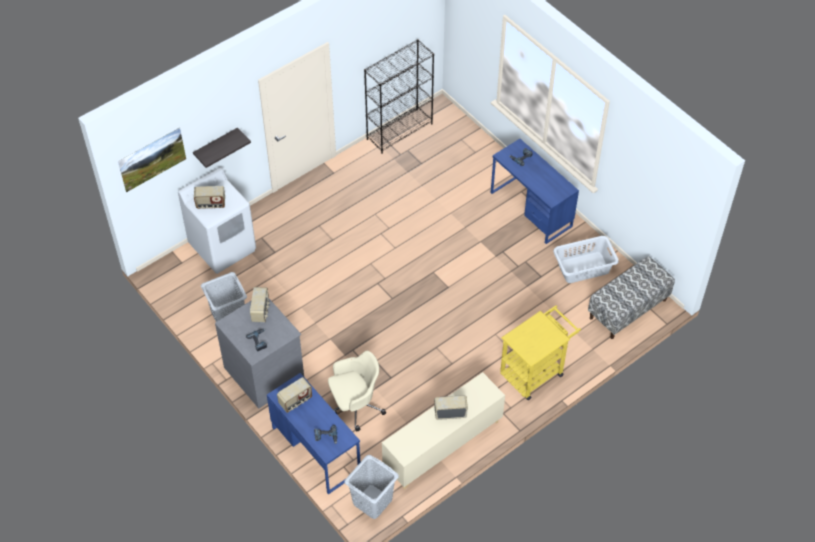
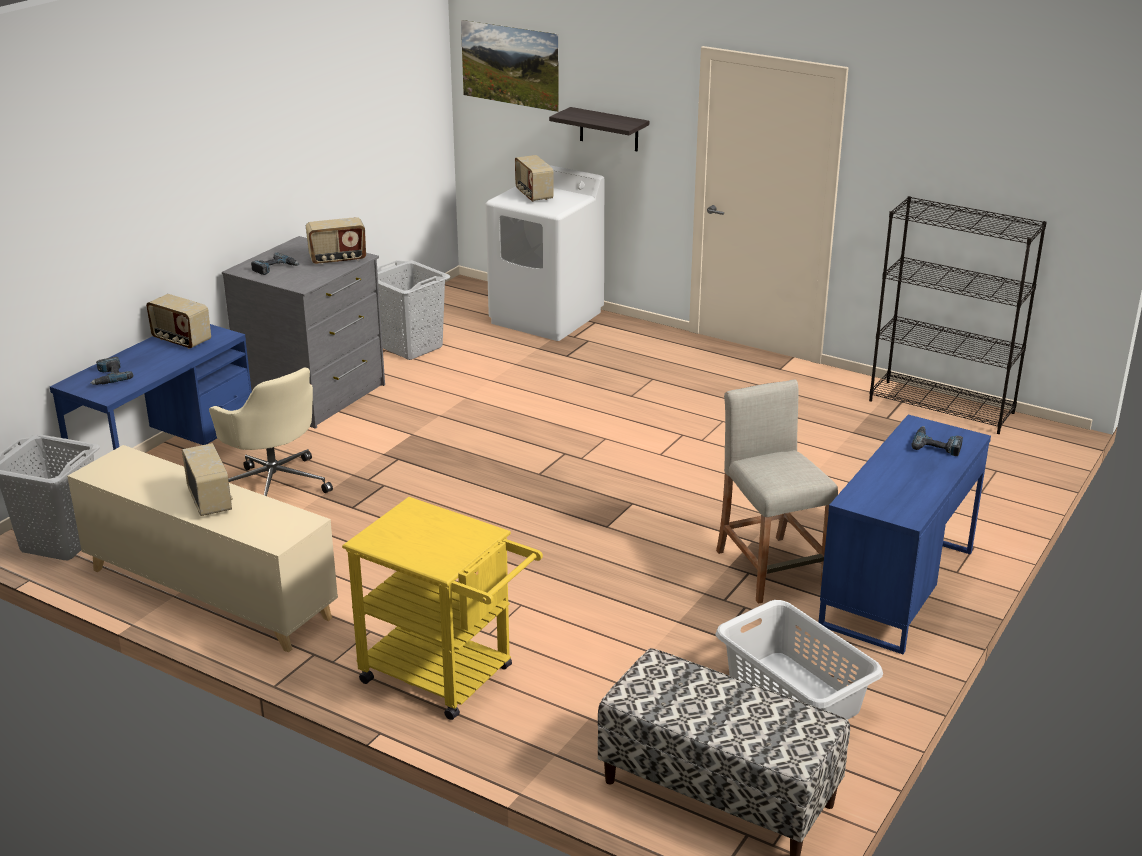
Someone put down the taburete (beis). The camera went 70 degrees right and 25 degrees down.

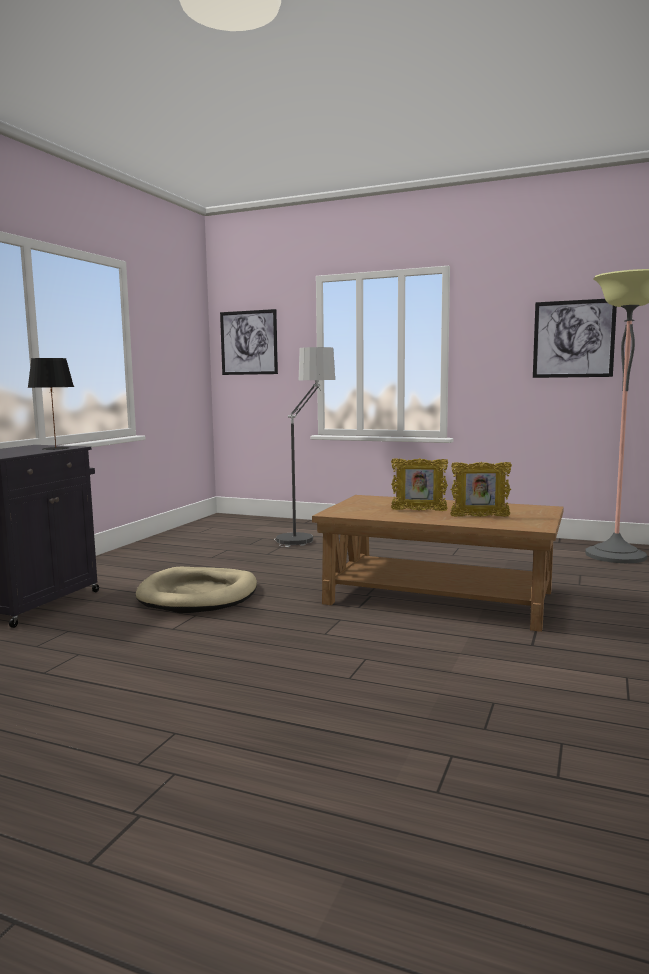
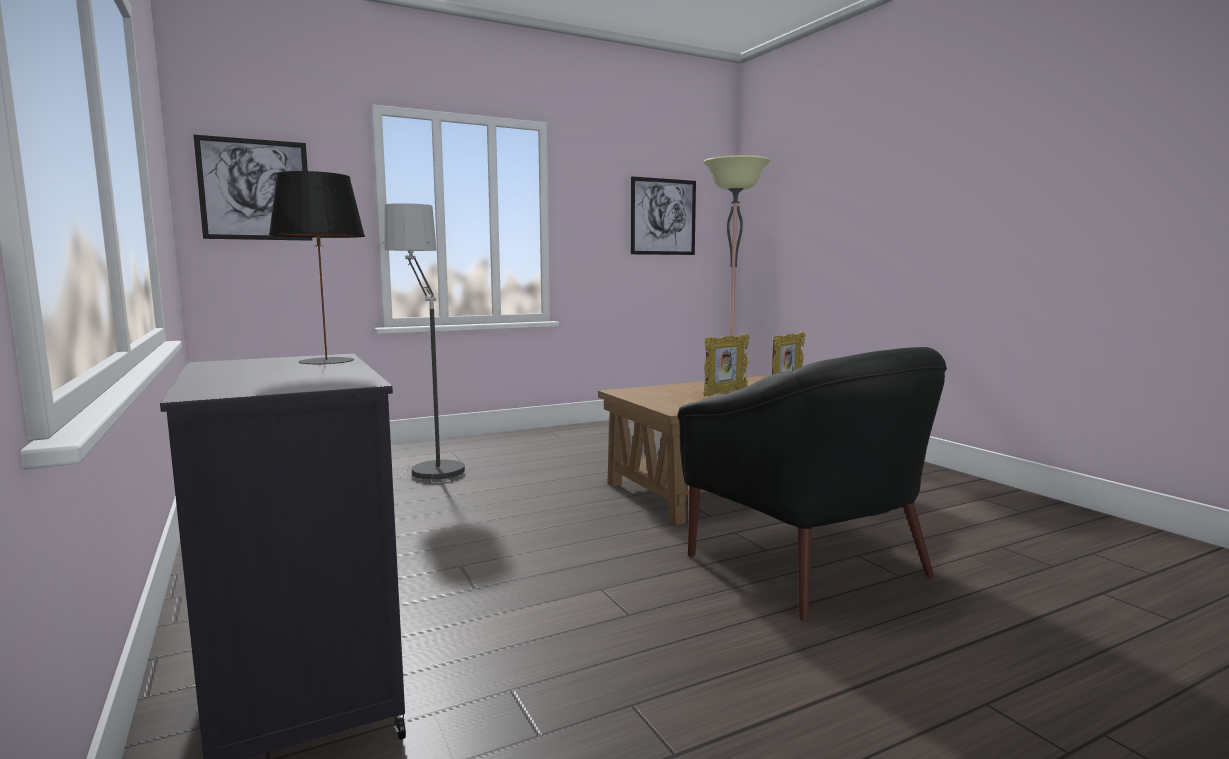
Someone put down the sillón (negro). Someone took away the cama para perro (beis). The camera went 50 degrees left and 0 degrees up.

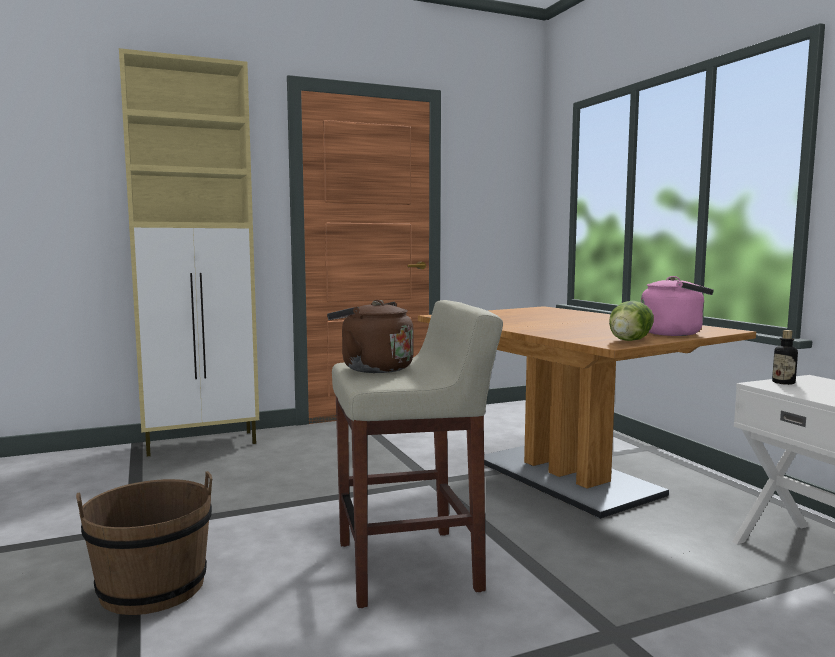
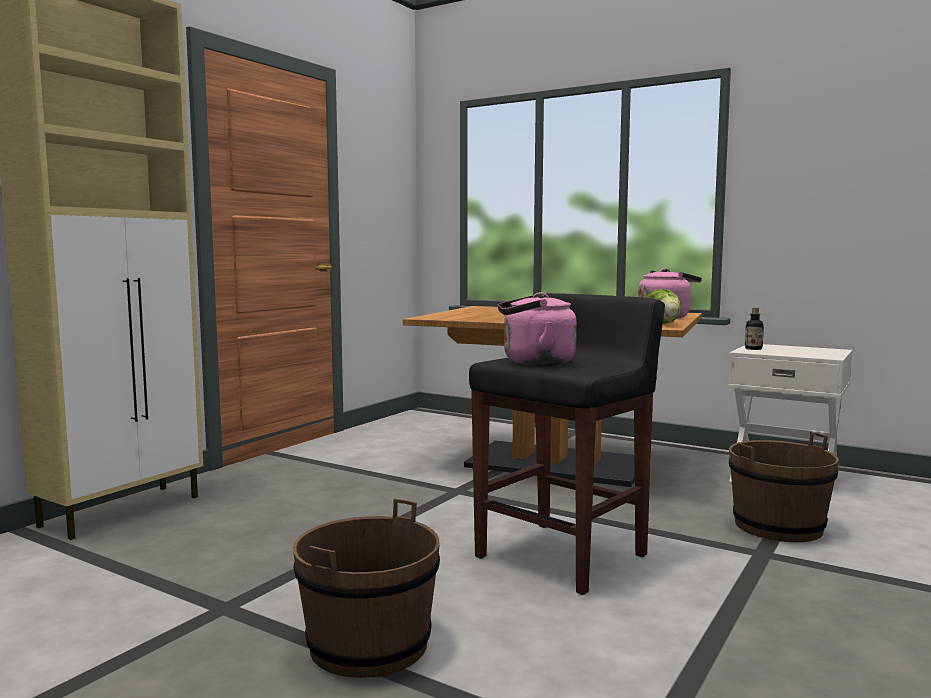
Someone repainted the taburete (beis), which became the taburete (negro). Someone repainted the hervidor (marrón), which became the hervidor (rosa) (no. 1 from left). Someone put down the cubo (marrón) (no. 2 from left). The camera went 35 degrees left and 0 degrees up.

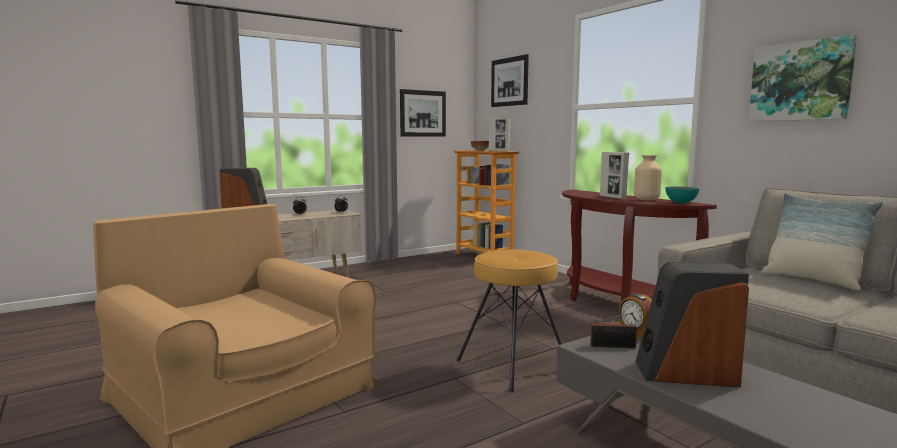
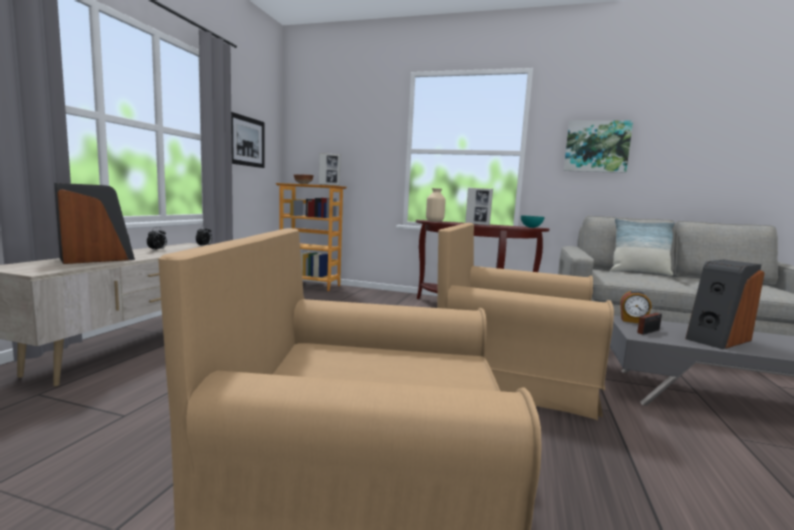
Someone carried the florero (beis). Someone swapped the taburete (marrón) for the sillón (marrón) (no. 2 from left). Someone took away the cuadro (no. 2 from left). The camera went 40 degrees left and 0 degrees up.

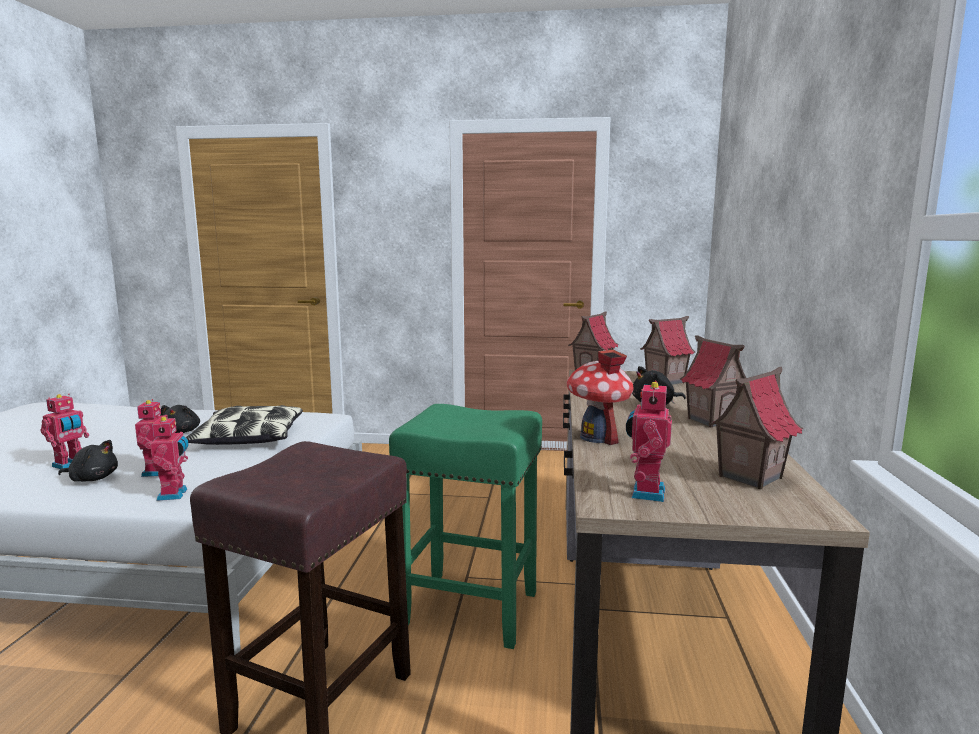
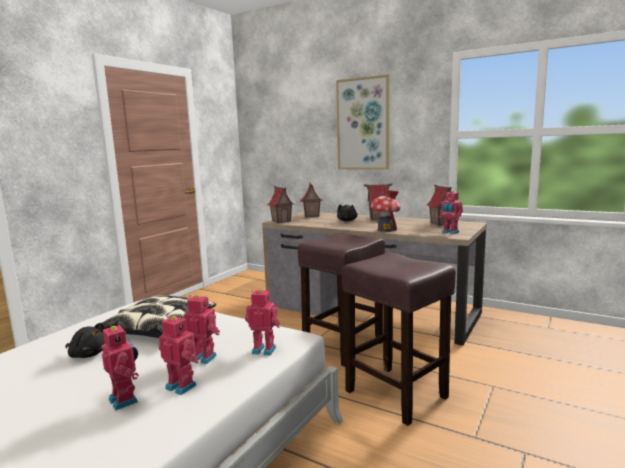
Someone swapped the peluche (negro) (no. 1 from left) for the robot de juguete (no. 2 from left). Someone repainted the taburete (verde), which became the taburete (marrón) (no. 1 from left). Someone put up the cuadro. The camera went 65 degrees left and 0 degrees up.

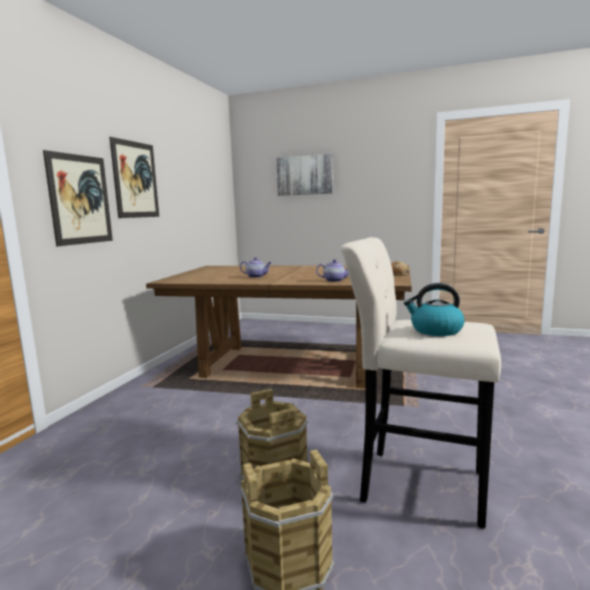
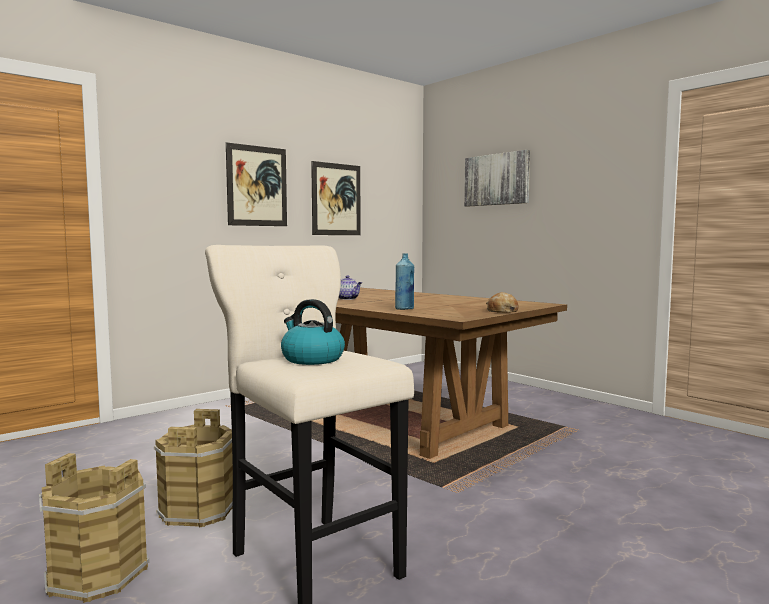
Someone carried the cuadro (no. 1 from left in the first image). Someone swapped the tetera (no. 2 from left) for the botella (azul). The camera went 30 degrees right and 5 degrees down.

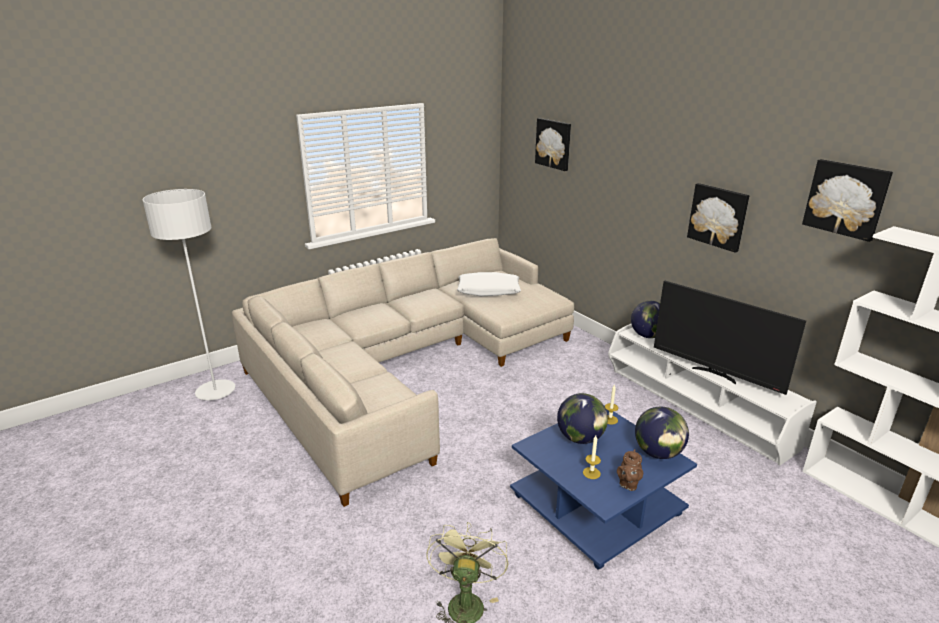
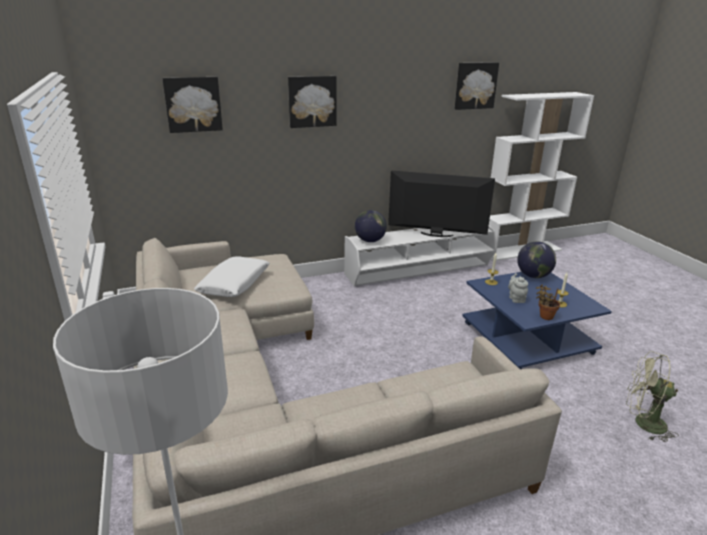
Someone carried the cuadro (no. 2 from left). Someone rotated the televisor by 135 degrees counterclockwise. Someone swapped the globo terráqueo (no. 1 from left) for the tetera (gris). Someone put down the planta en maceta. Someone took away the tetera (marrón). The camera went 75 degrees left and 0 degrees up.

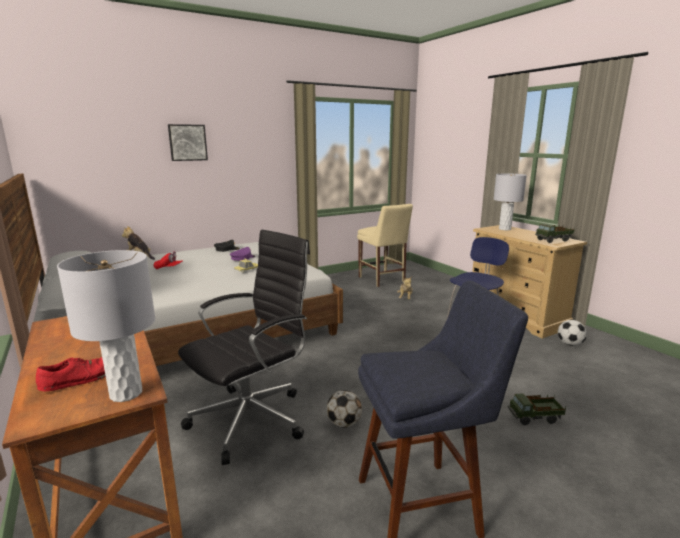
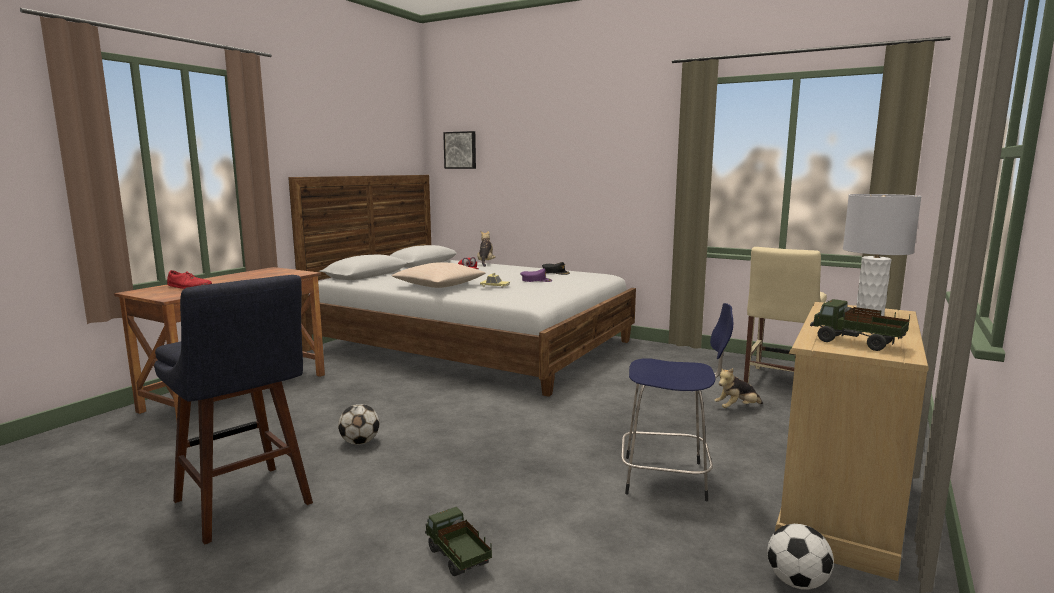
Someone put down the cojín (beis). Someone carried the cuadro. Someone took away the lámpara de mesa (gris) (no. 1 from left). Someone took away the silla de oficina (negro). The camera went 60 degrees right and 5 degrees down.

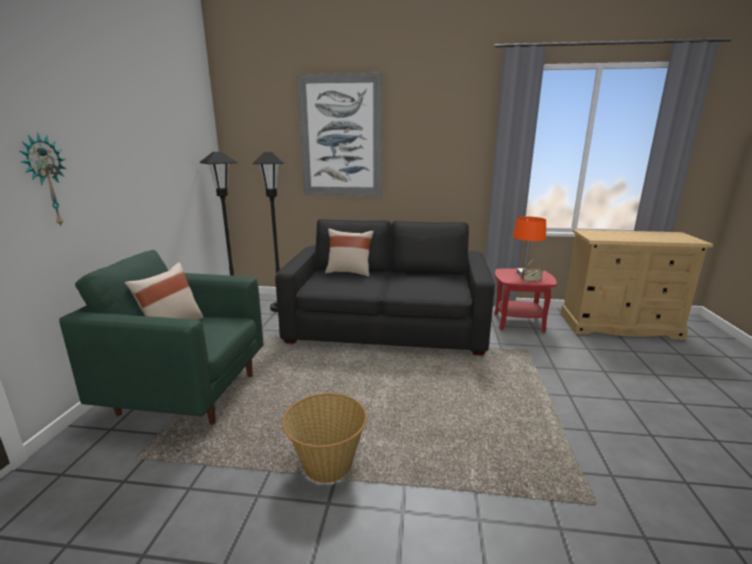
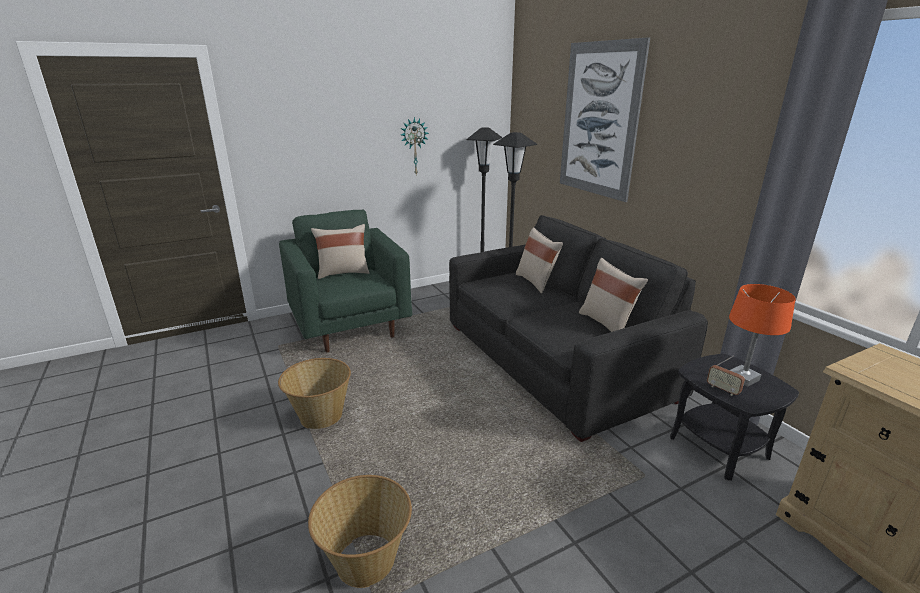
Someone put down the cesta (no. 2 from left). Someone carried the reloj de pared. Someone put down the cojín (beis) (no. 3 from left). Someone repainted the mesa auxiliar (rojo), which became the mesa auxiliar (negro). The camera went 55 degrees right and 5 degrees up.

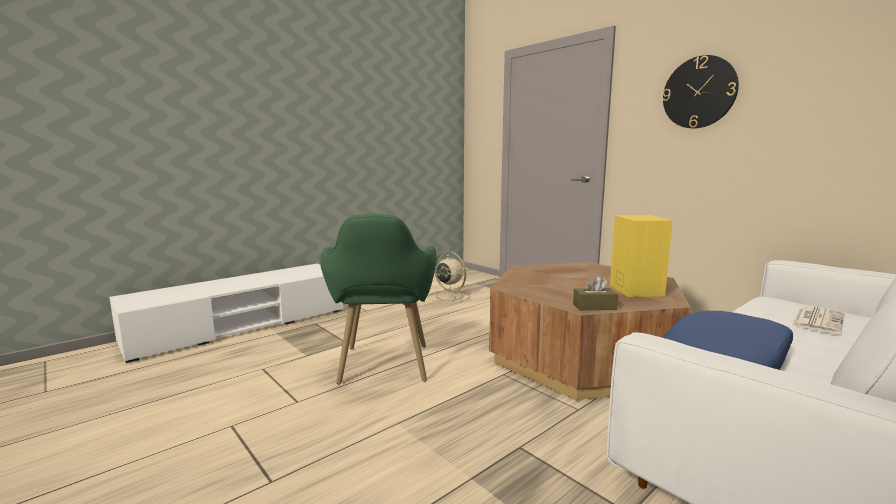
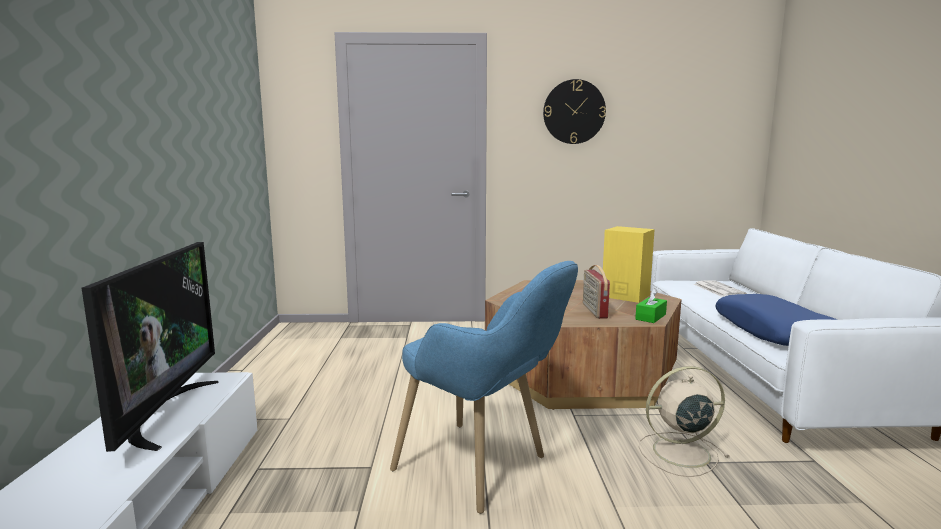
Someone put down the televisor. Someone repainted the sillón (verde), which became the sillón (azul). Someone put down the radio. Someone repainted the caja de pañuelos (marrón), which became the caja de pañuelos (verde). Someone carried the ventilador (beis). The camera went 50 degrees left and 0 degrees up.

